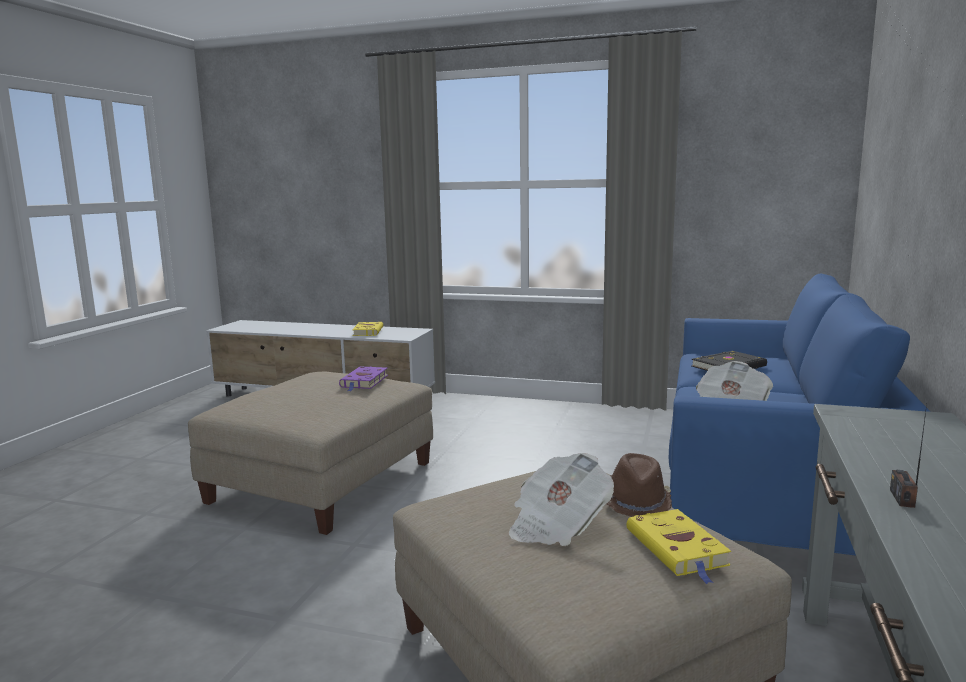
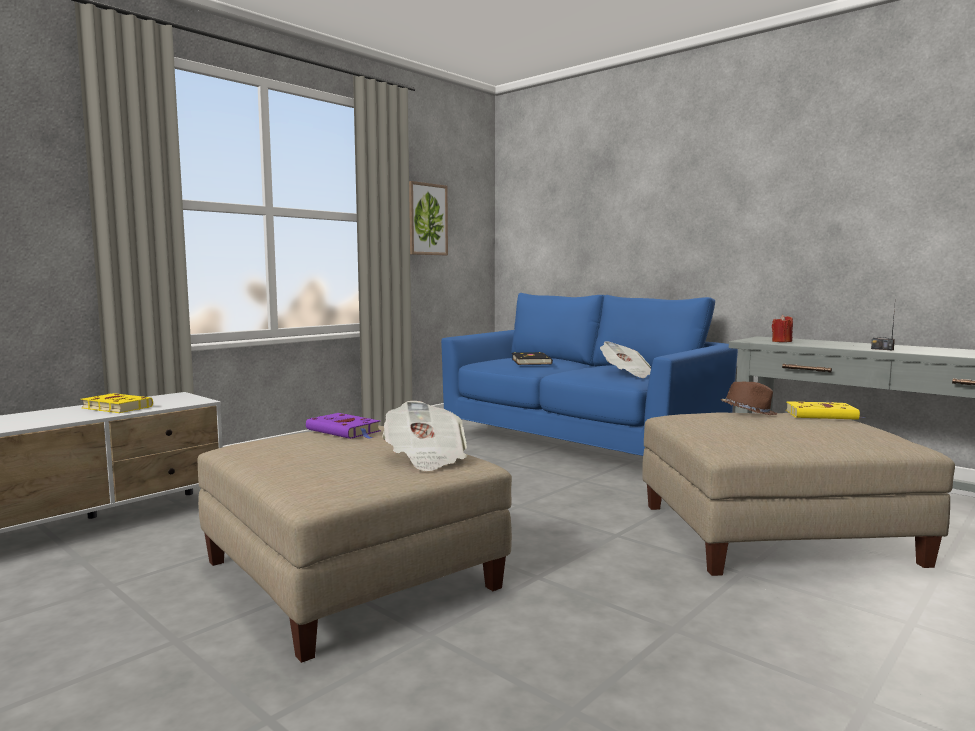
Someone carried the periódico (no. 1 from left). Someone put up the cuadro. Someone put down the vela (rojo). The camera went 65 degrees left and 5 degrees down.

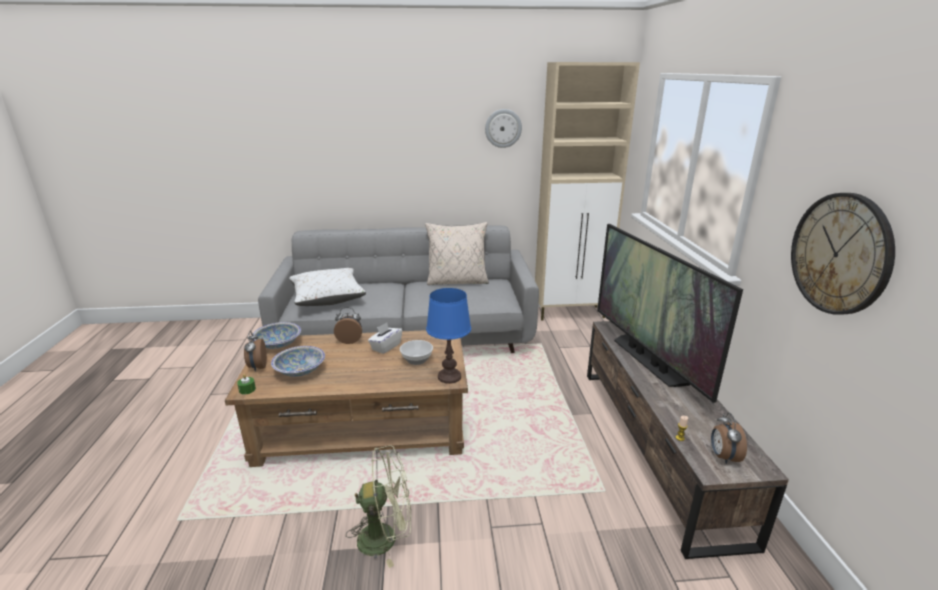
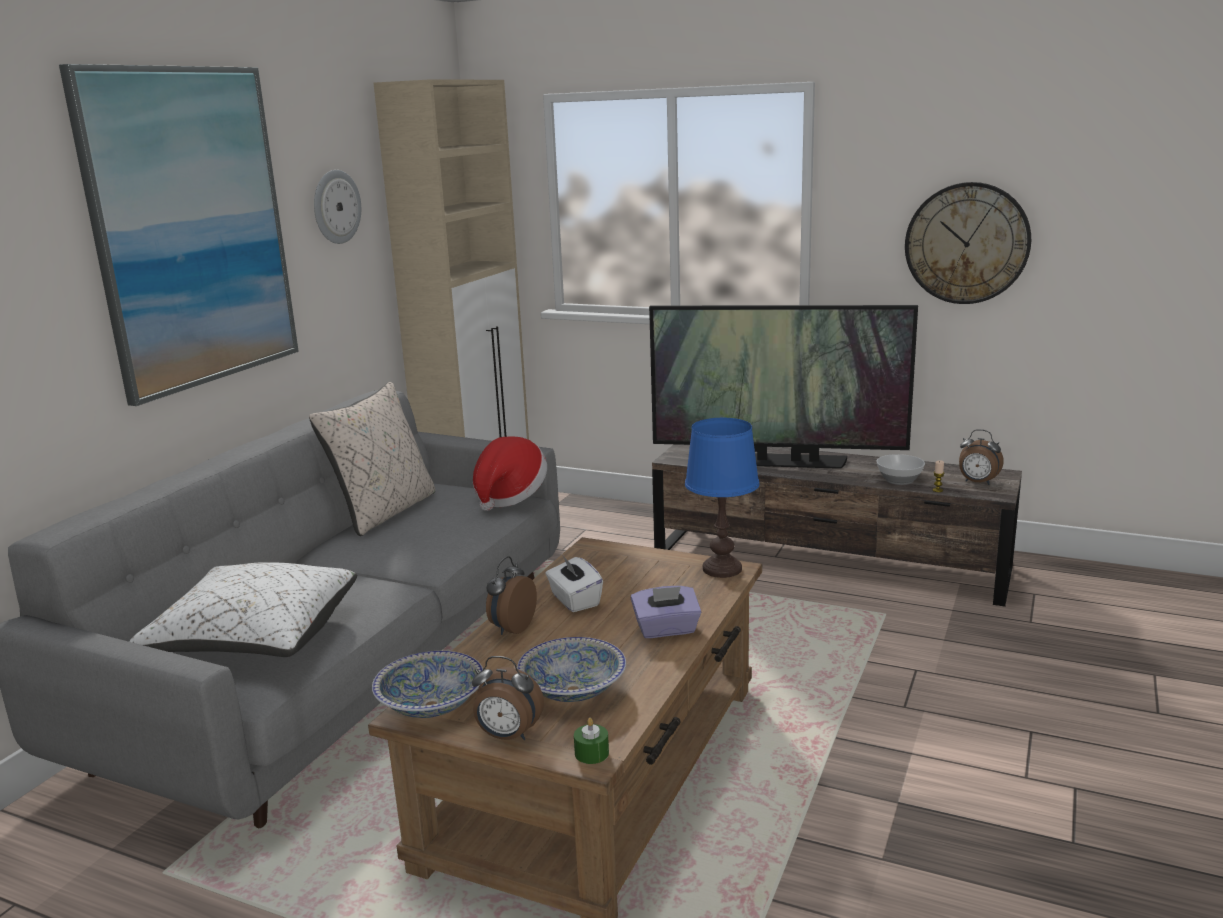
Someone put up the cuadro. Someone put down the sombrero. Someone put down the caja de pañuelos (morado). Someone carried the cuenco (no. 3 from left). Someone took away the ventilador (verde). The camera went 60 degrees left and 5 degrees down.

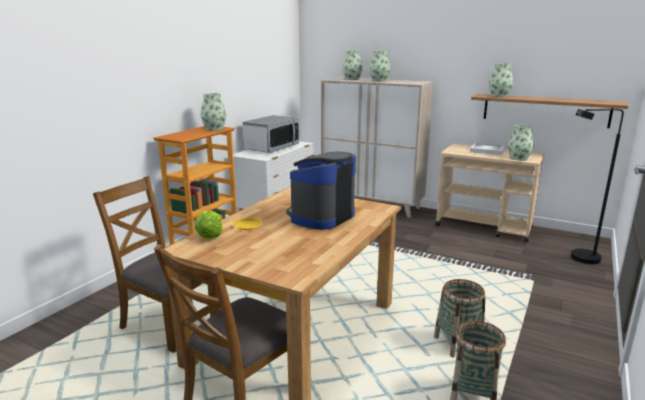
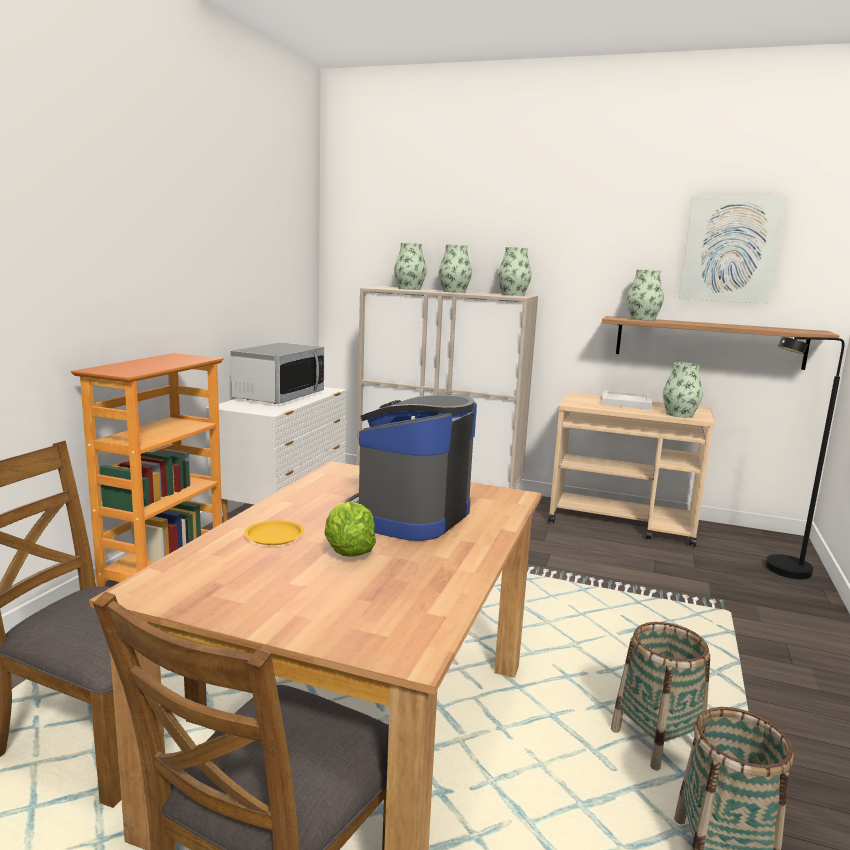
Someone carried the lechuga. Someone carried the florero (no. 1 from left in the first image). Someone put up the cuadro. The camera went 10 degrees left and 5 degrees down.

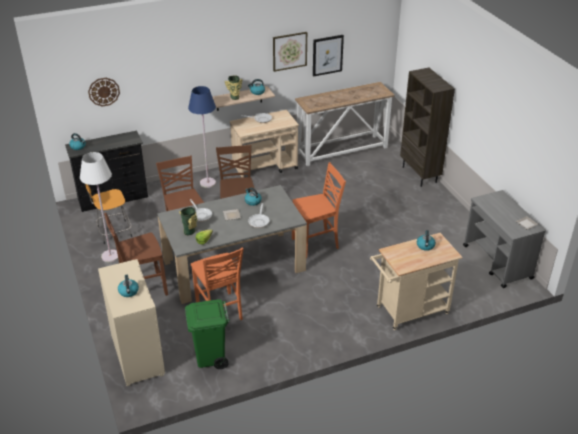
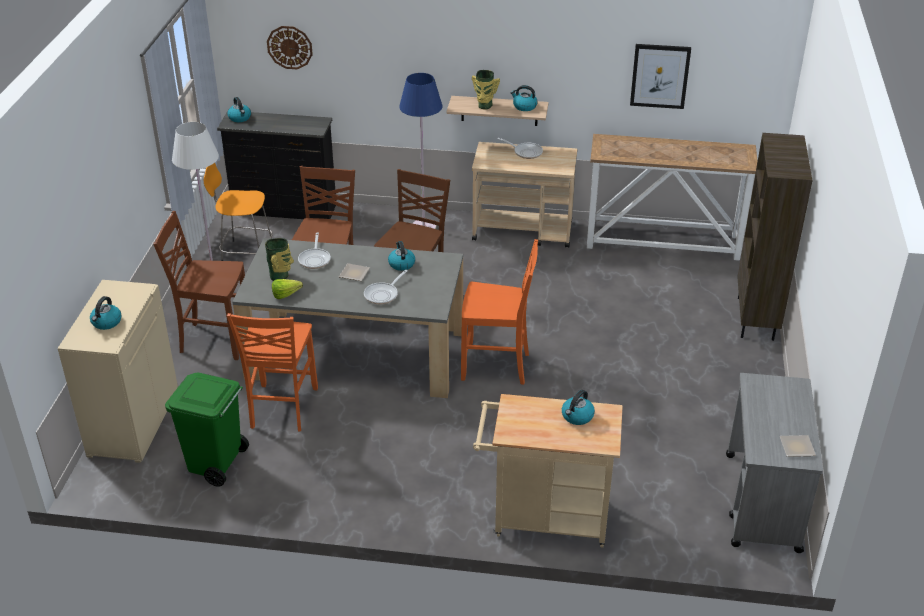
Someone took away the cuadro (no. 1 from left). The camera went 30 degrees right and 0 degrees up.

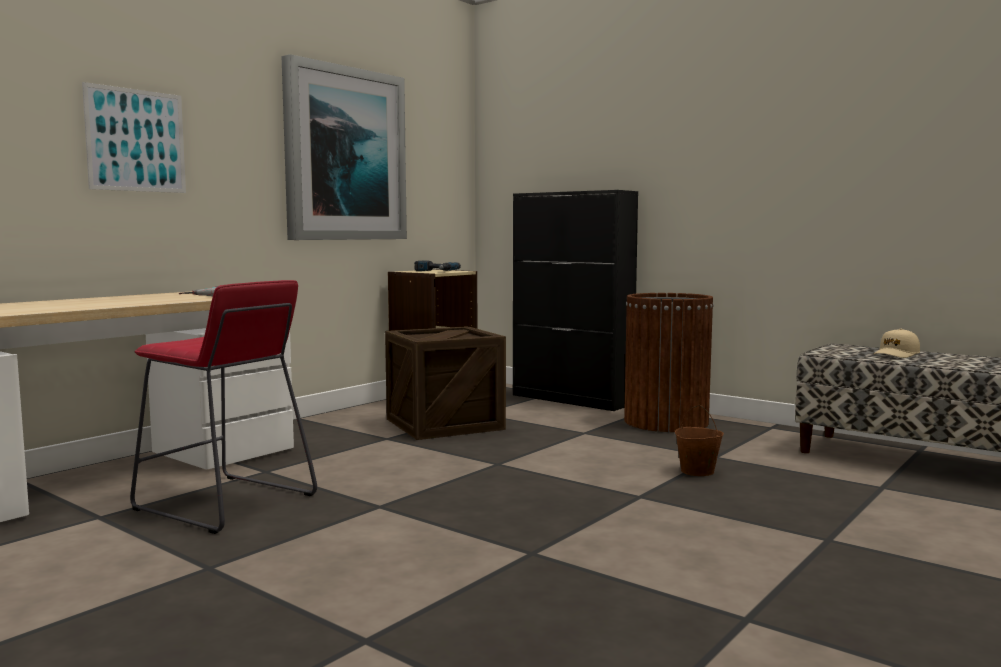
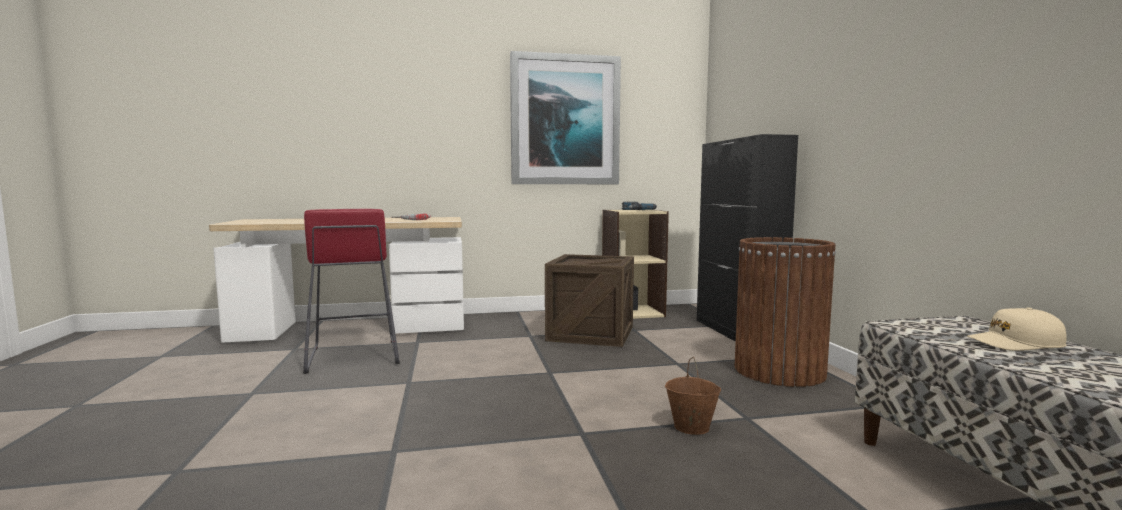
Someone took away the cuadro (no. 1 from left). The camera went 40 degrees right and 0 degrees up.

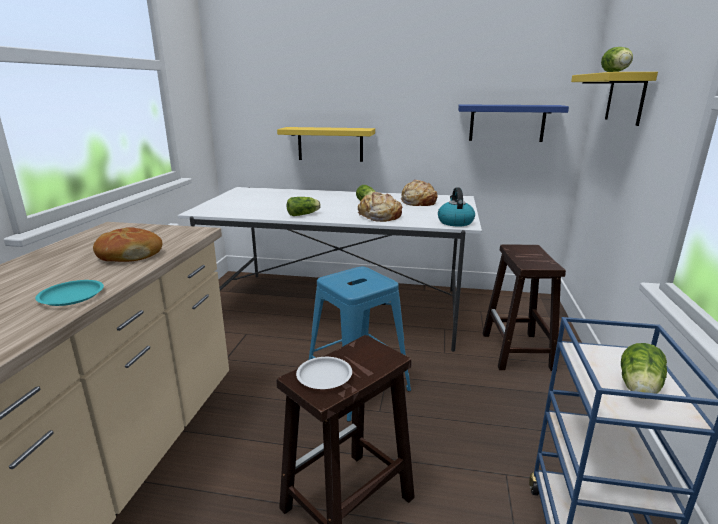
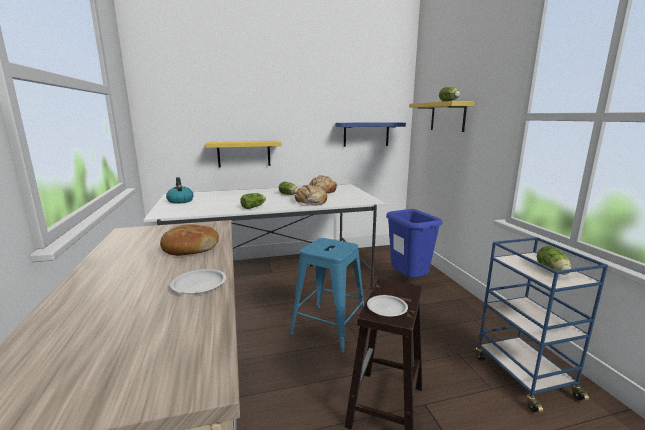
Someone carried the hervidor. Someone repainted the plato (turquesa), which became the plato (blanco) (no. 1 from left). Someone swapped the taburete (marrón) (no. 2 from left) for the papelera (azul). The camera went 25 degrees left and 5 degrees down.

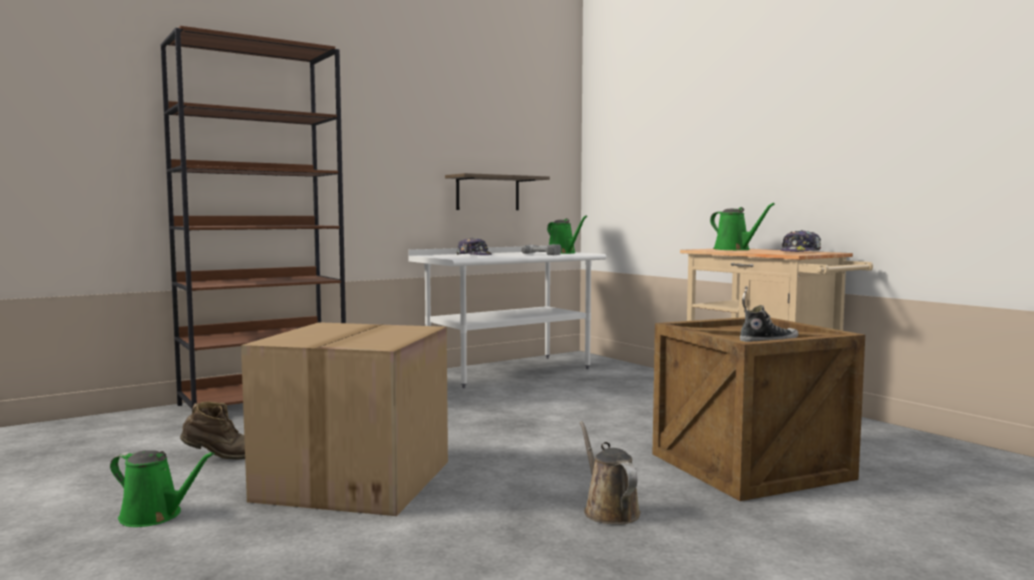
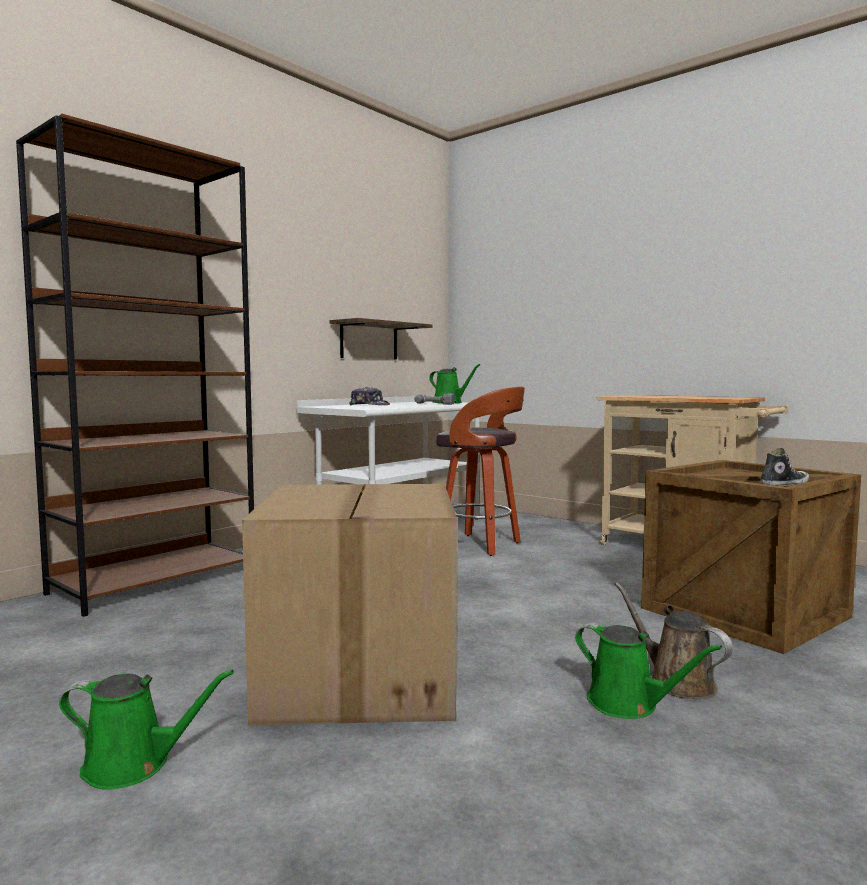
Someone put down the taburete. Someone carried the regadera (verde) (no. 3 from left). Someone took away the bota (marrón). Someone took away the gorra (no. 2 from left). The camera went 15 degrees left and 0 degrees up.

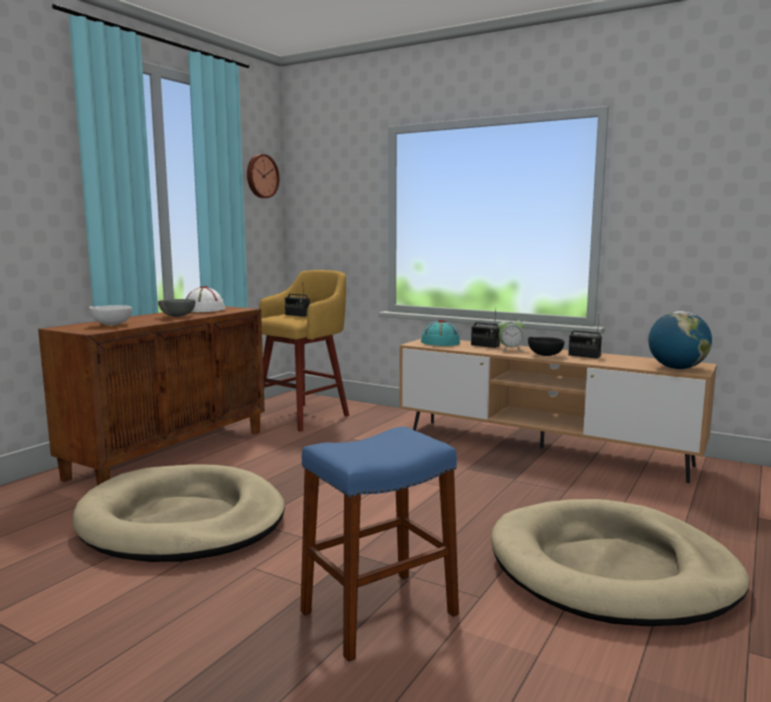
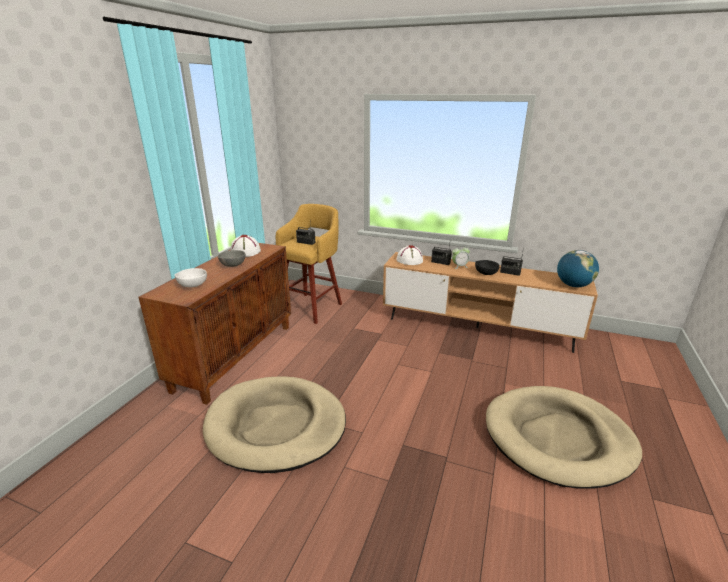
Someone repainted the sombrero (turquesa), which became the sombrero (blanco) (no. 2 from left). Someone took away the reloj de pared. Someone took away the taburete (azul). The camera went 10 degrees left and 15 degrees up.

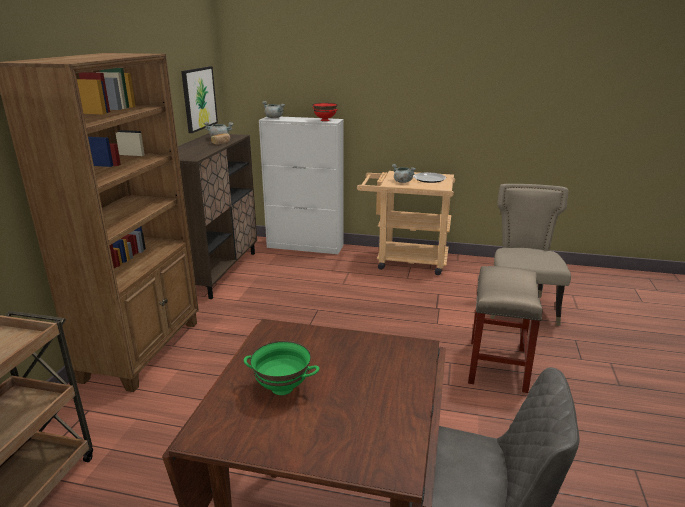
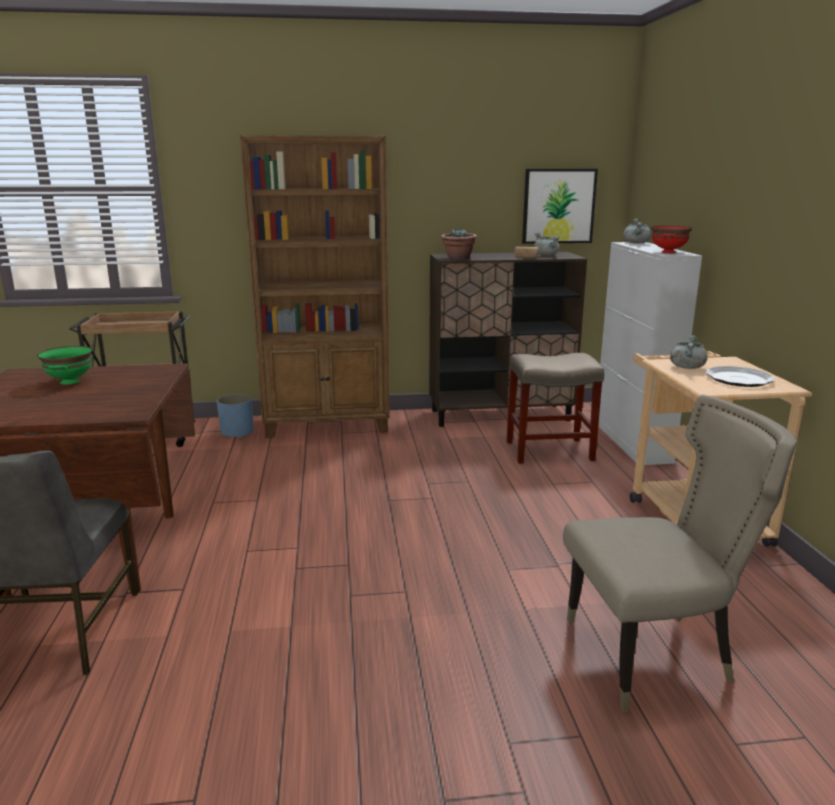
Someone put down the maceta (azul). Someone put down the planta en maceta. Someone carried the taburete (beis). The camera went 70 degrees right and 5 degrees down.

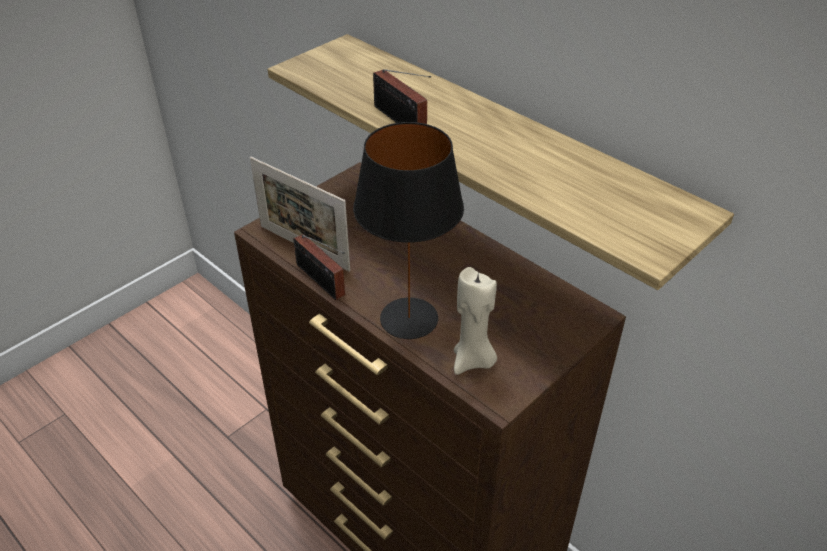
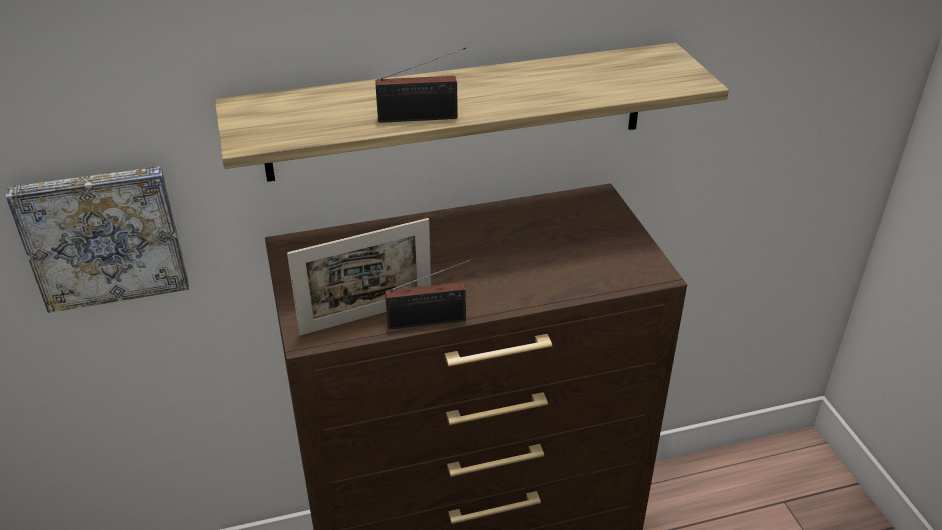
Someone put up the cuadro. Someone took away the lámpara de mesa (negro). Someone took away the vela (beis). The camera went 60 degrees left and 5 degrees down.

